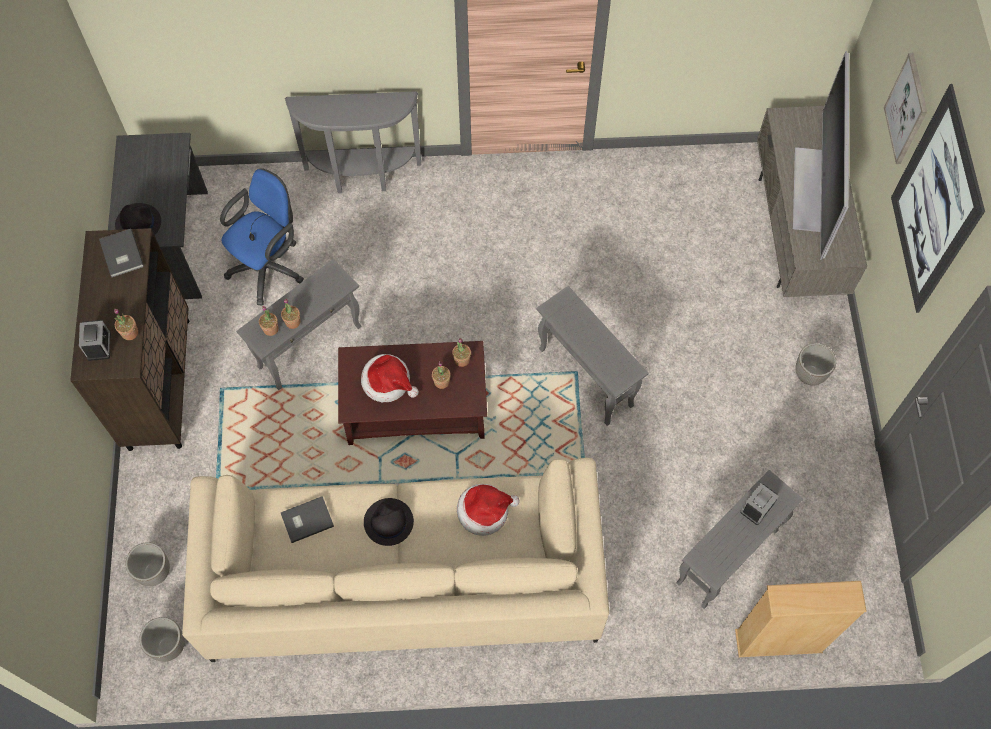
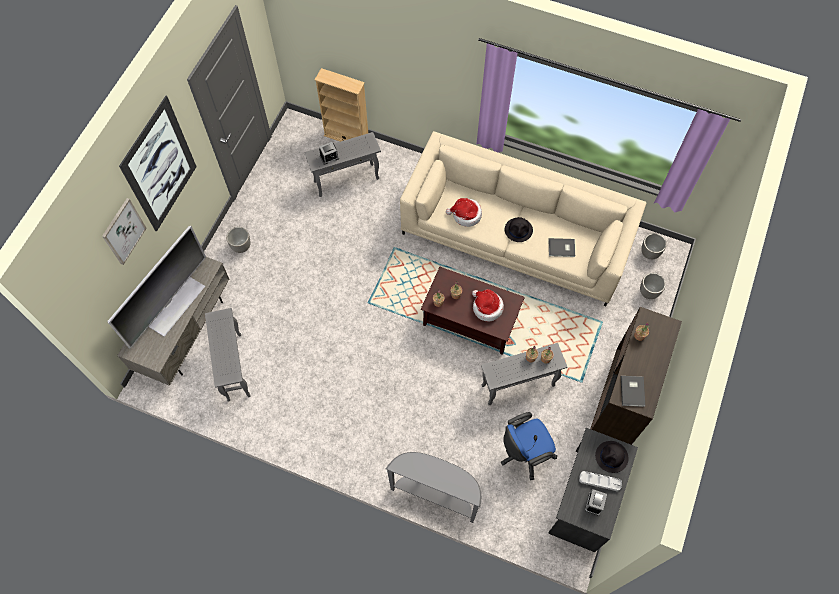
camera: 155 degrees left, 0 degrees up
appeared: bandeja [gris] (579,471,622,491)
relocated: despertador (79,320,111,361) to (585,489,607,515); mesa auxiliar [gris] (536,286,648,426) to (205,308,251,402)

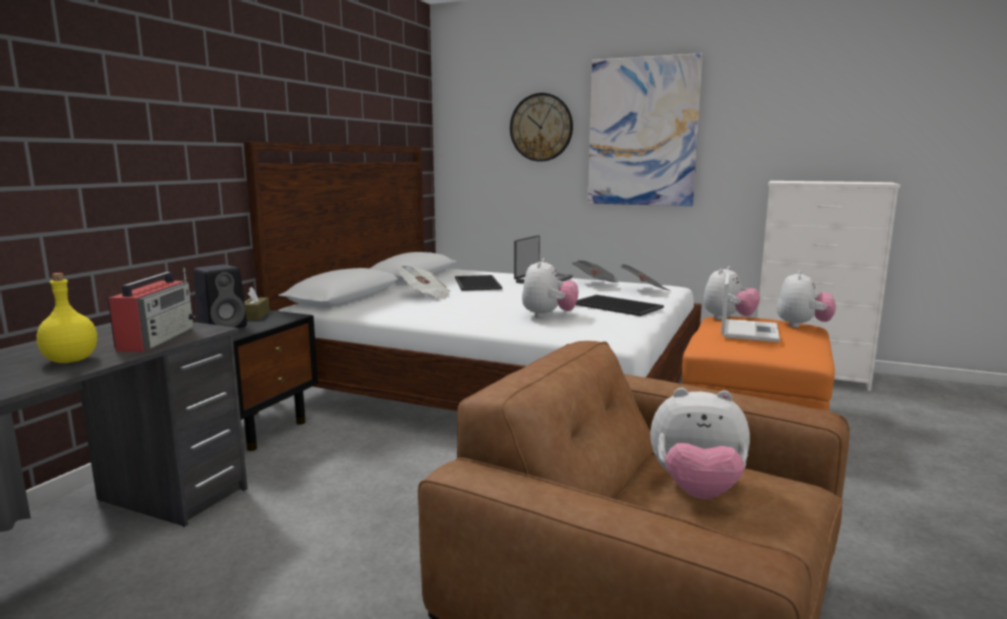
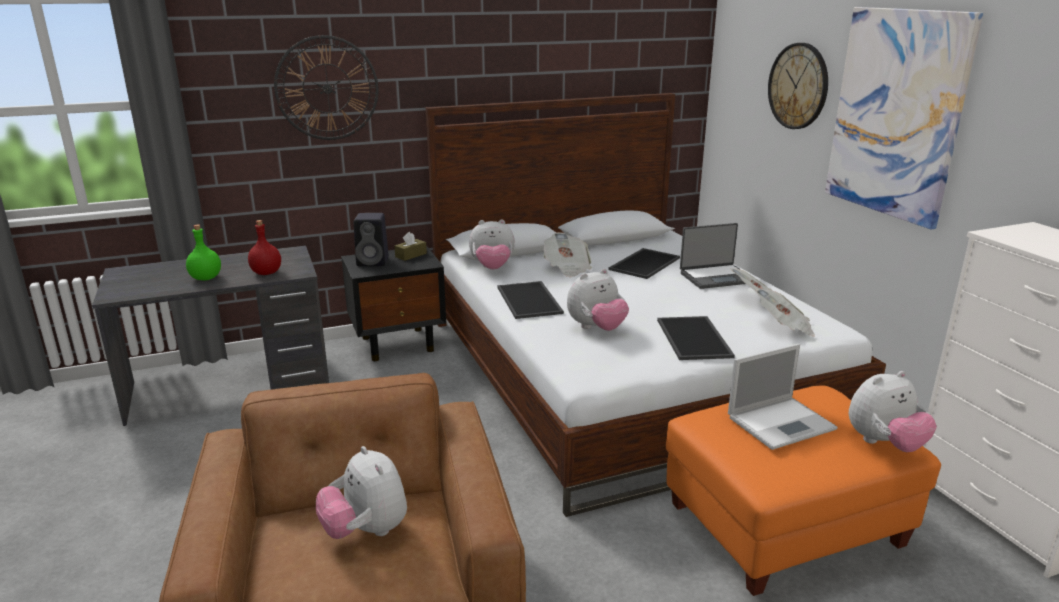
camera: 45 degrees right, 10 degrees up
appeared: reloj de pared (274,35,379,140); bandeja (497,281,564,319)
relocated: peluche (703,266,760,320) to (469,220,515,270)
exchanged: radio (108,268,195,352) to botella [rojo] (248,220,281,275)
colour: botella [amarillo] (36,273,97,363) to botella [verde] (186,224,221,280)

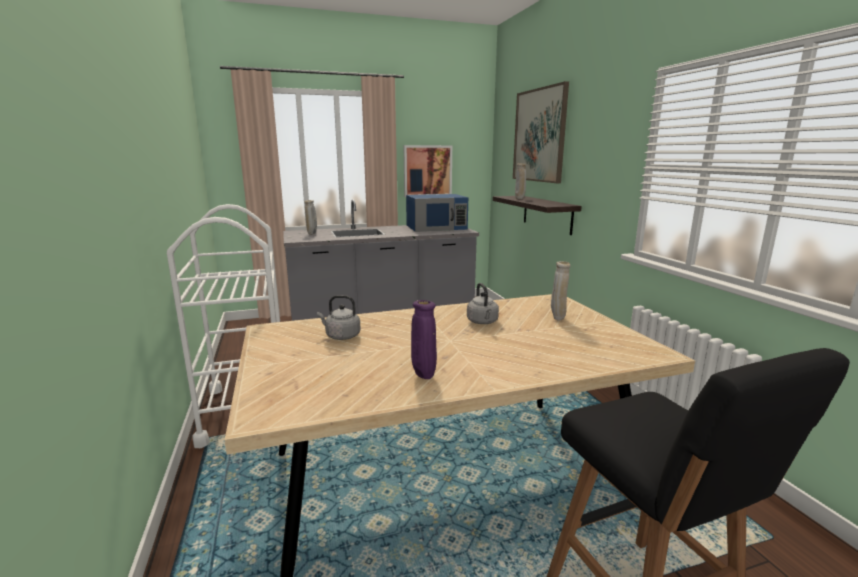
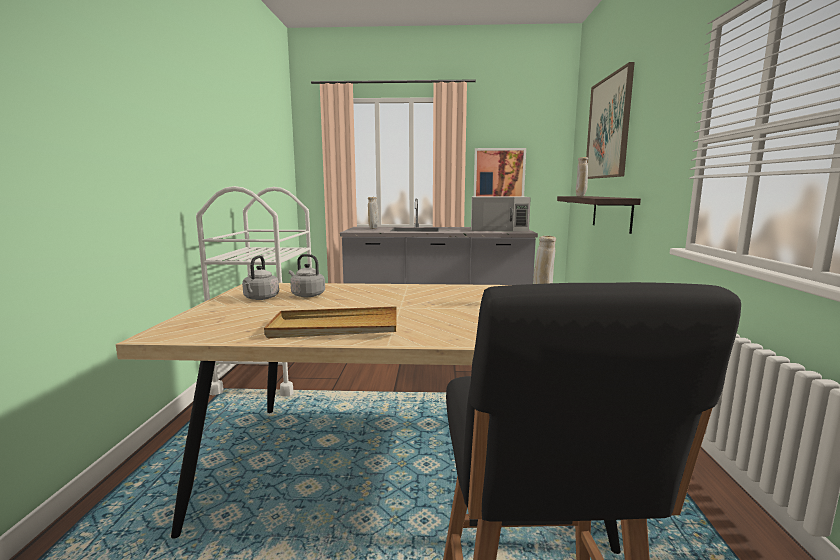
camera: 20 degrees right, 5 degrees down
relocated: hervidor [gris] (467,283,499,324) to (242,255,279,300)
exchanged: florero [morado] (411,300,437,379) to bandeja [beis] (264,306,397,338)
colour: microondas [azul] (406,194,468,232) to microondas [blanco] (471,196,531,231)

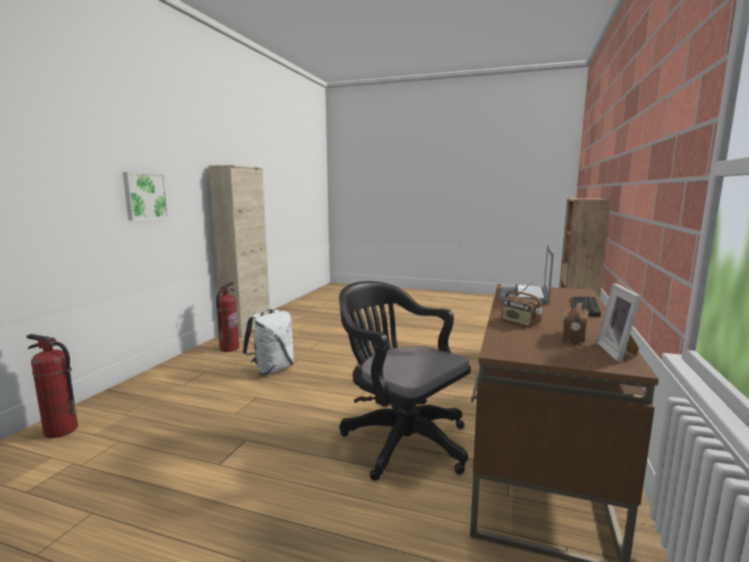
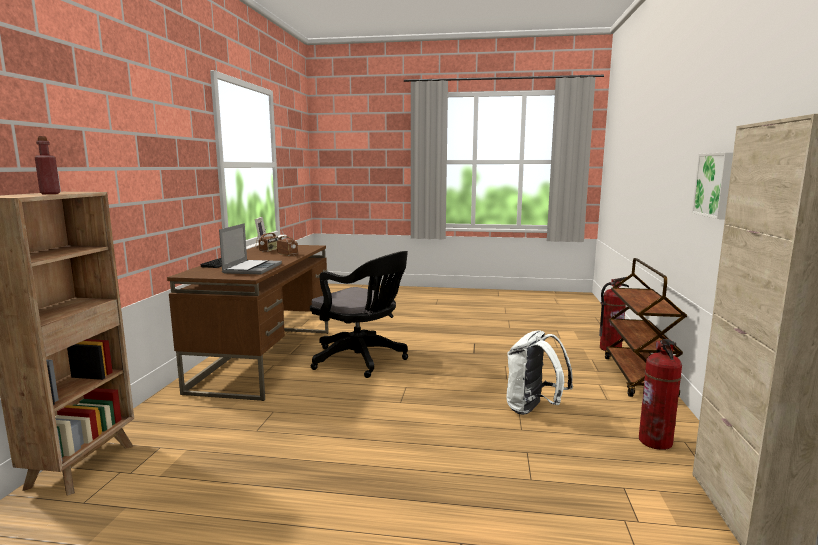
camera: 170 degrees right, 0 degrees up
appeared: botella [rojo] (35,136,60,194); carrito [marrón] (605,258,687,397)

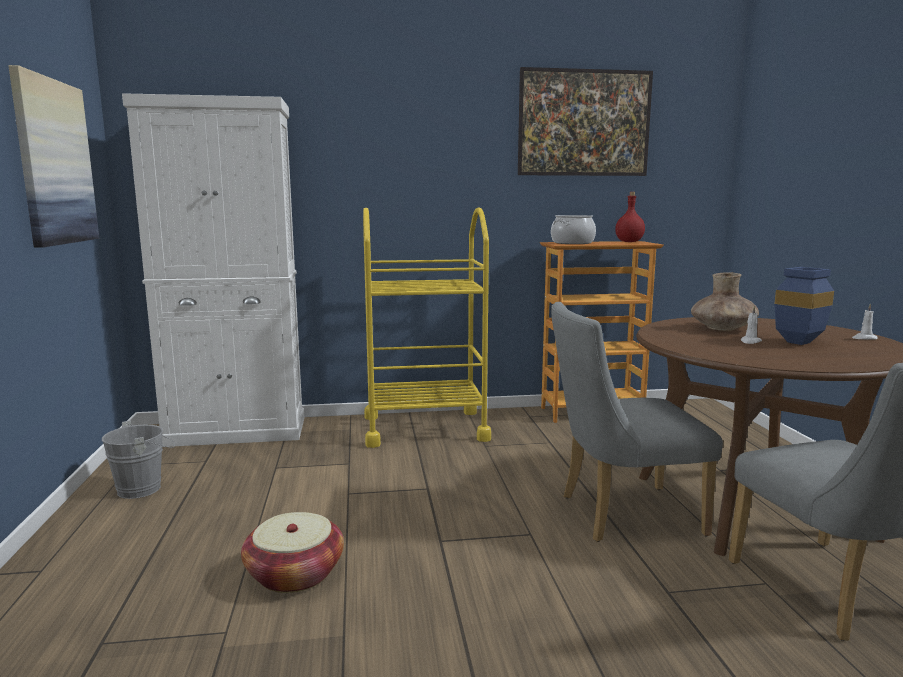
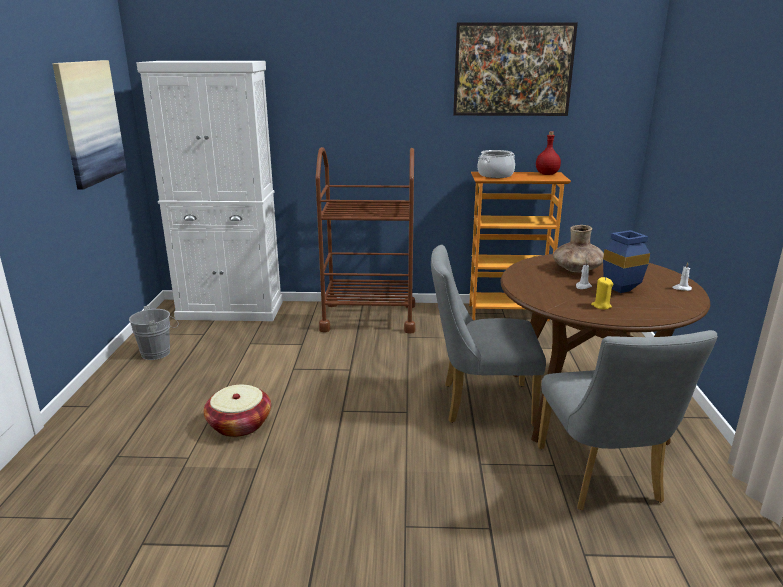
camera: 10 degrees right, 10 degrees up
appeared: vela [amarillo] (591,277,613,309)
colour: carrito [amarillo] (363,207,491,448) to carrito [marrón] (316,147,416,334)

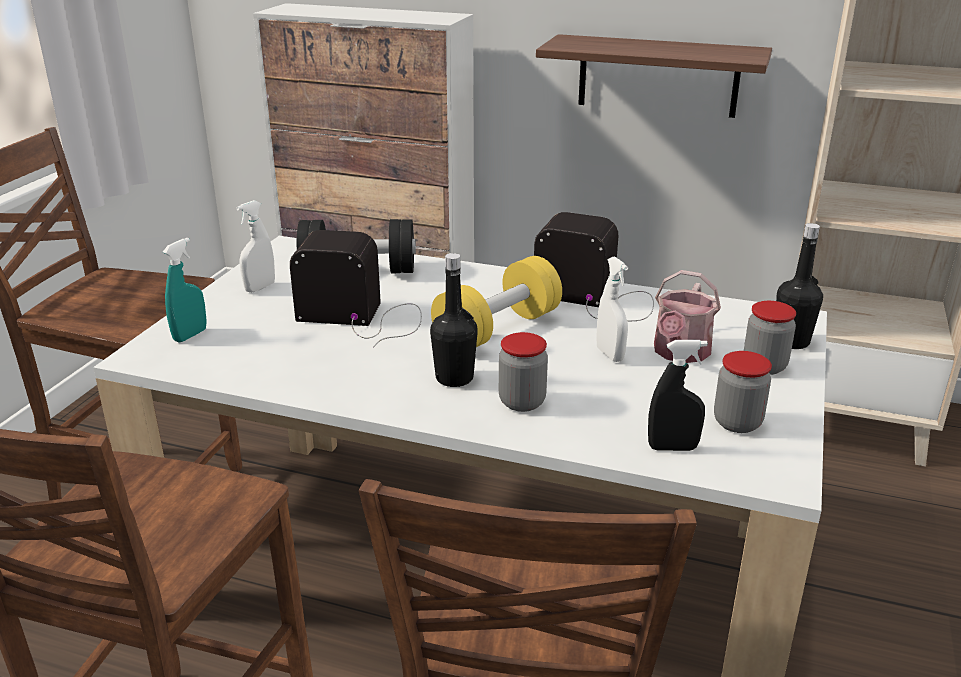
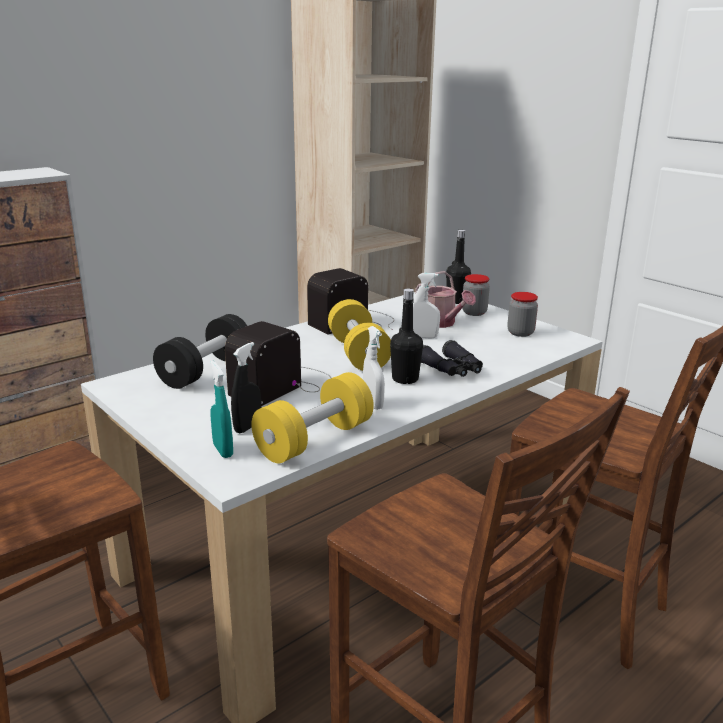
camera: 60 degrees left, 5 degrees down
missing: estante (536,34,772,118)
appeared: mancuerna [amarillo] (251,372,374,463)
relocated: pulverizador [blanco] (236,200,275,293) to (363,326,385,410); pulverizador [negro] (648,340,707,451) to (231,342,261,434)
exchanged: tarro (499,332,548,412) to prismáticos [negro] (421,340,483,377)

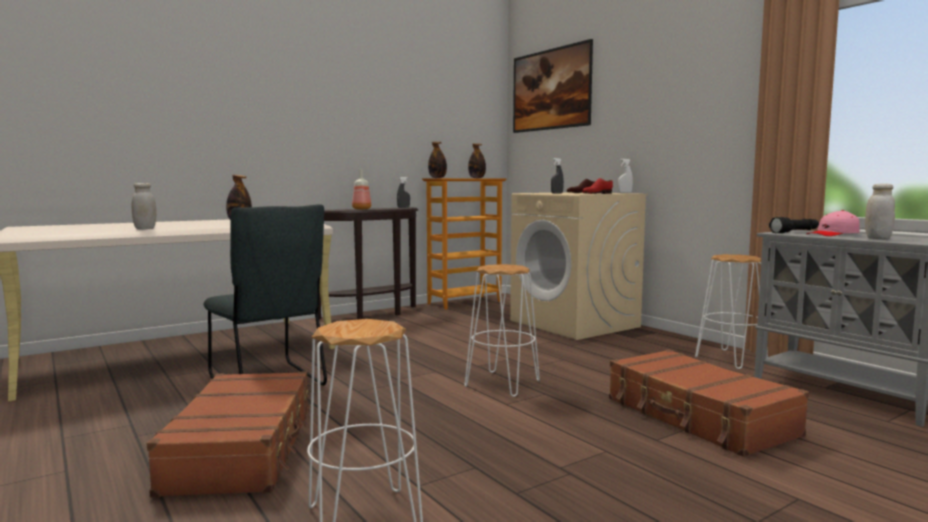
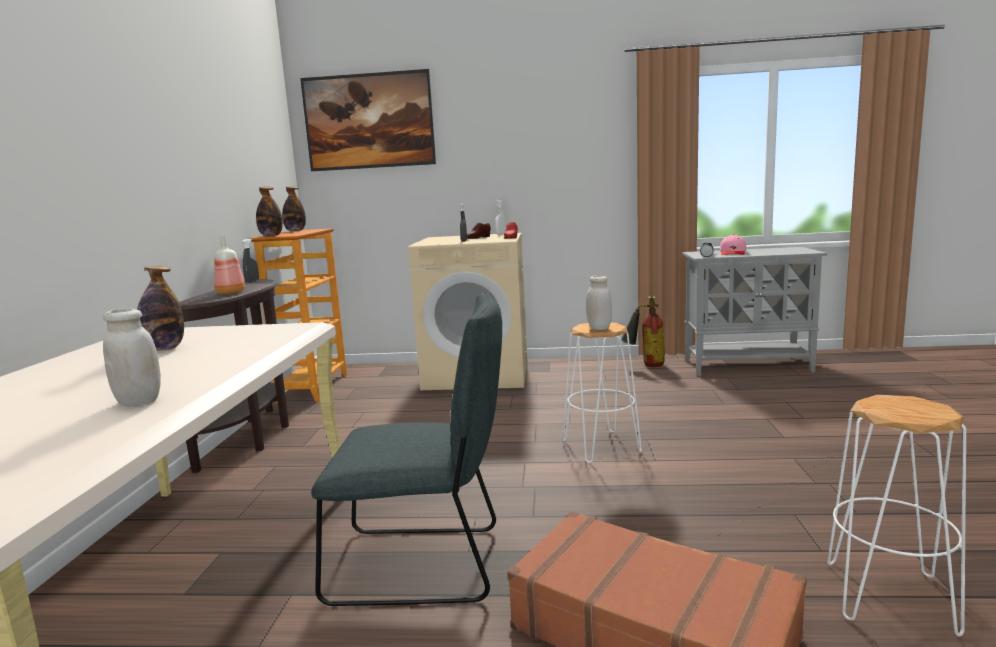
camera: 50 degrees left, 5 degrees up
missing: maleta [marrón] (609,349,809,457)
relocated: tarro [blanco] (865,184,895,239) to (586,275,612,330)
exchanged: taburete [blanco] (695,254,768,369) to extintor (621,296,665,367)

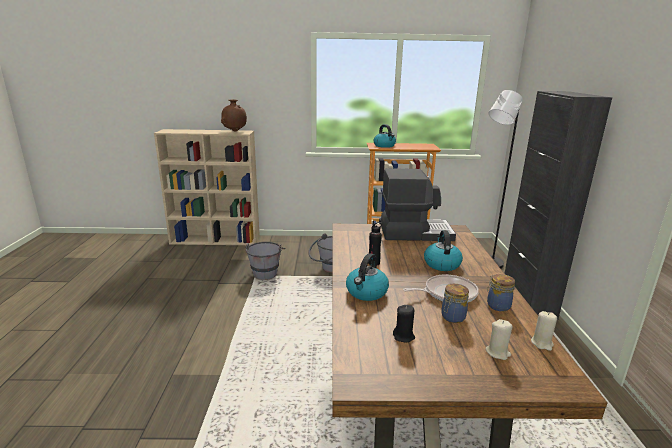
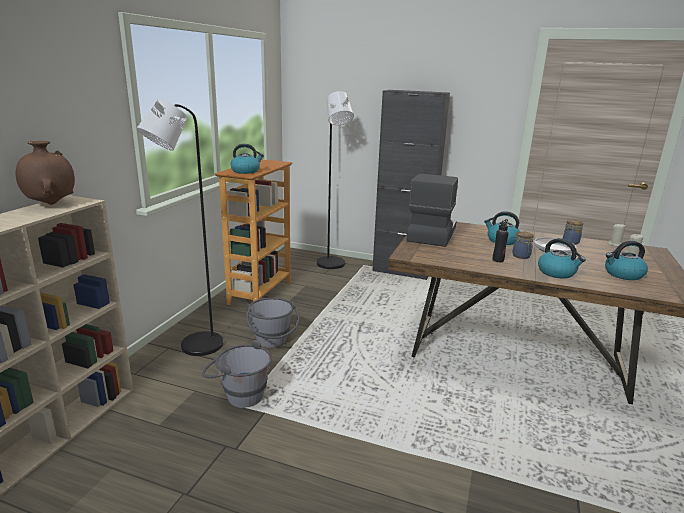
camera: 70 degrees left, 0 degrees up
appeared: lámpara de pie [negro] (137,99,223,356)
relocated: tarro (441,284,469,323) to (512,231,534,259)
exchanged: vela [negro] (393,305,415,343) to hervidor (605,241,648,280)

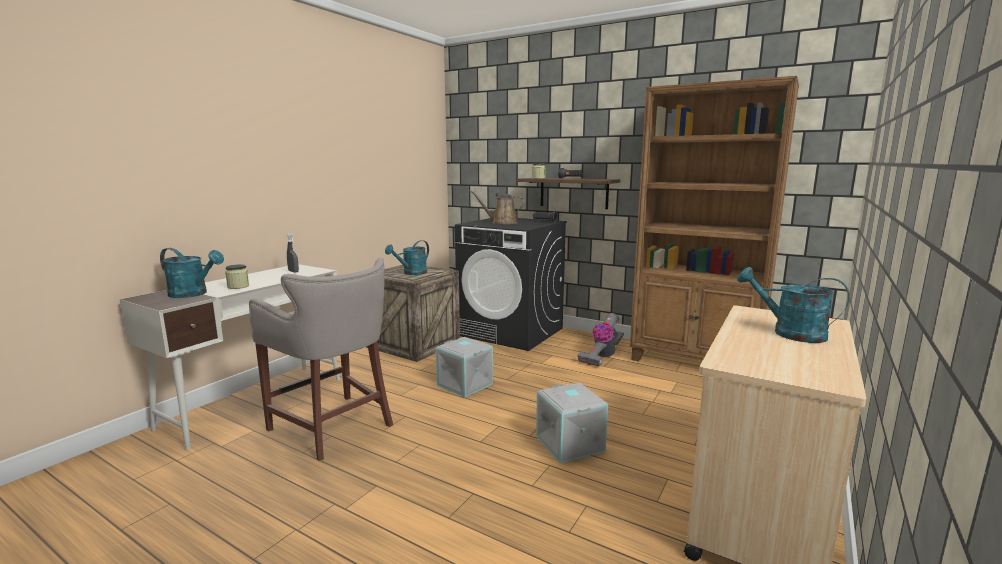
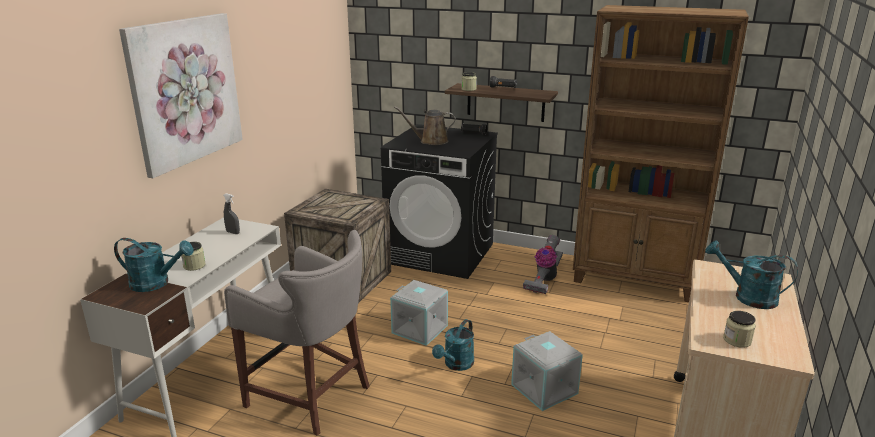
camera: 10 degrees left, 10 degrees up
appeared: cuadro (119,13,243,178); tarro (723,311,756,348)
relocated: regadera [turquesa] (385,240,429,275) to (432,319,474,371)

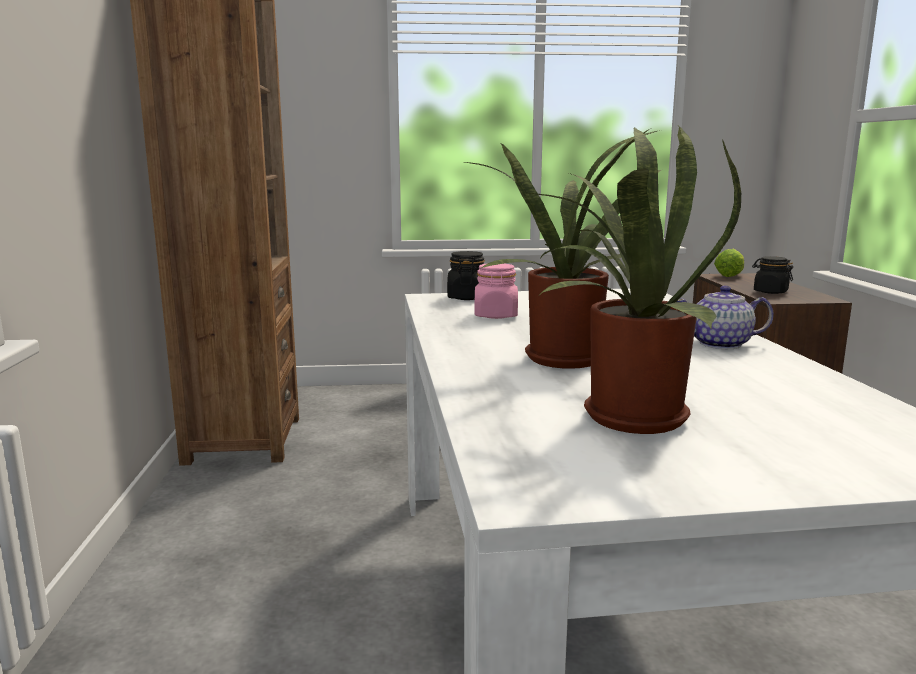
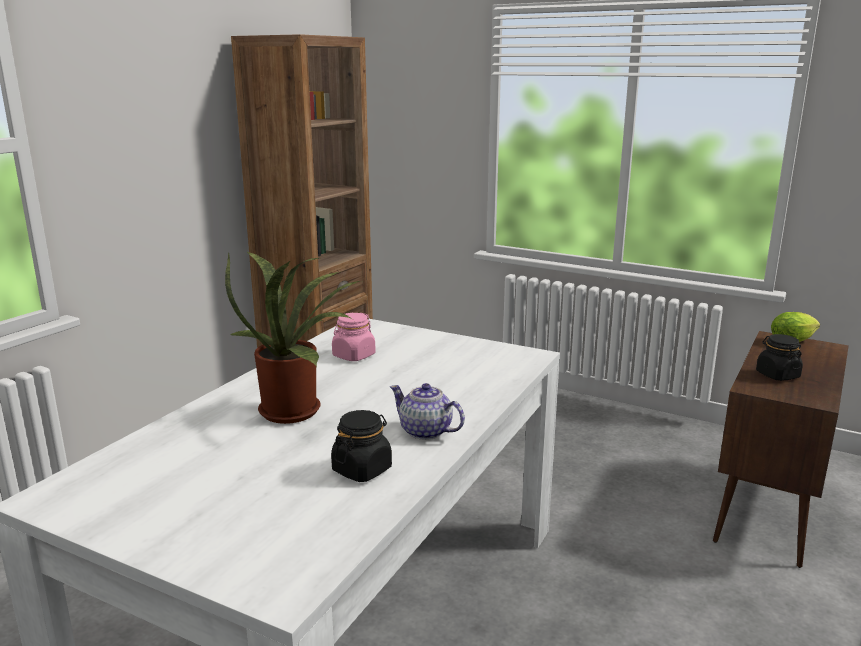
camera: 35 degrees right, 5 degrees up
missing: planta en maceta (529,126,741,434)
relocated: tarro [negro] (447,251,485,300) to (331,410,392,482)

